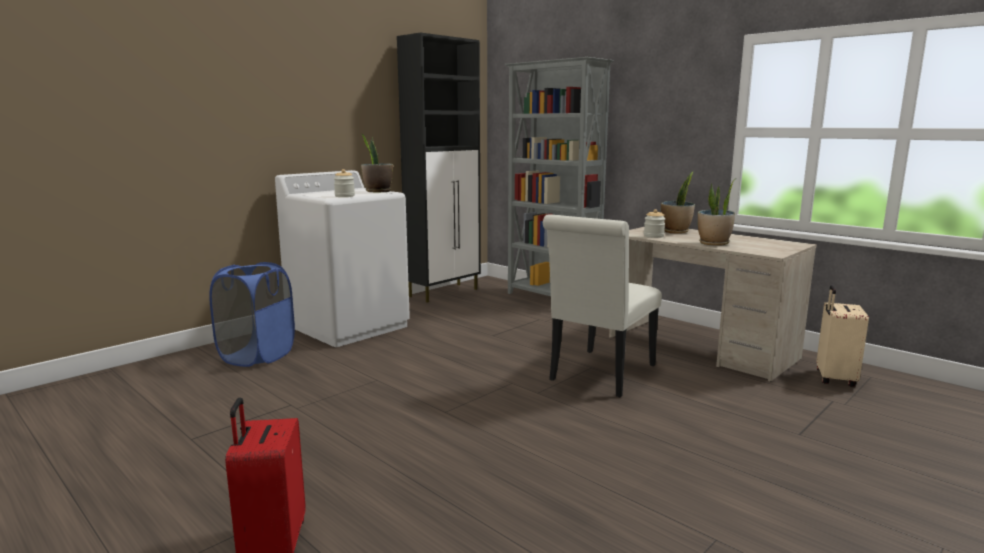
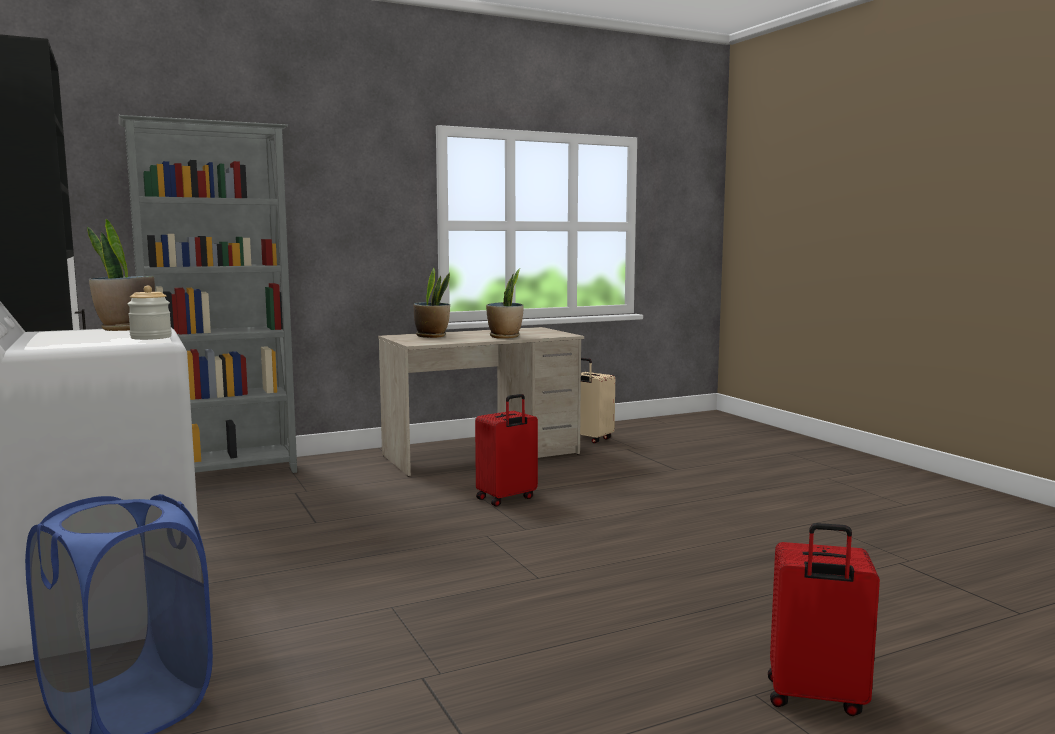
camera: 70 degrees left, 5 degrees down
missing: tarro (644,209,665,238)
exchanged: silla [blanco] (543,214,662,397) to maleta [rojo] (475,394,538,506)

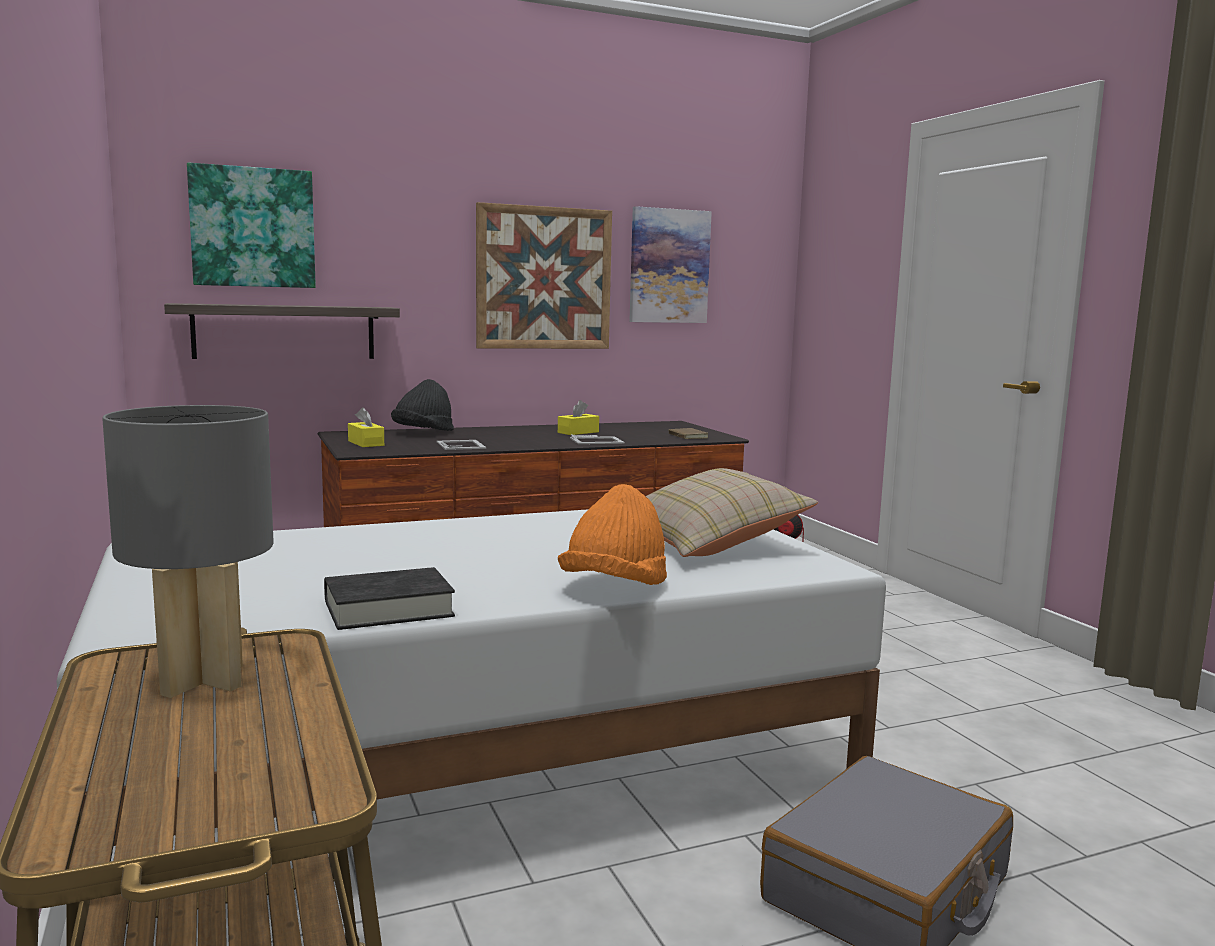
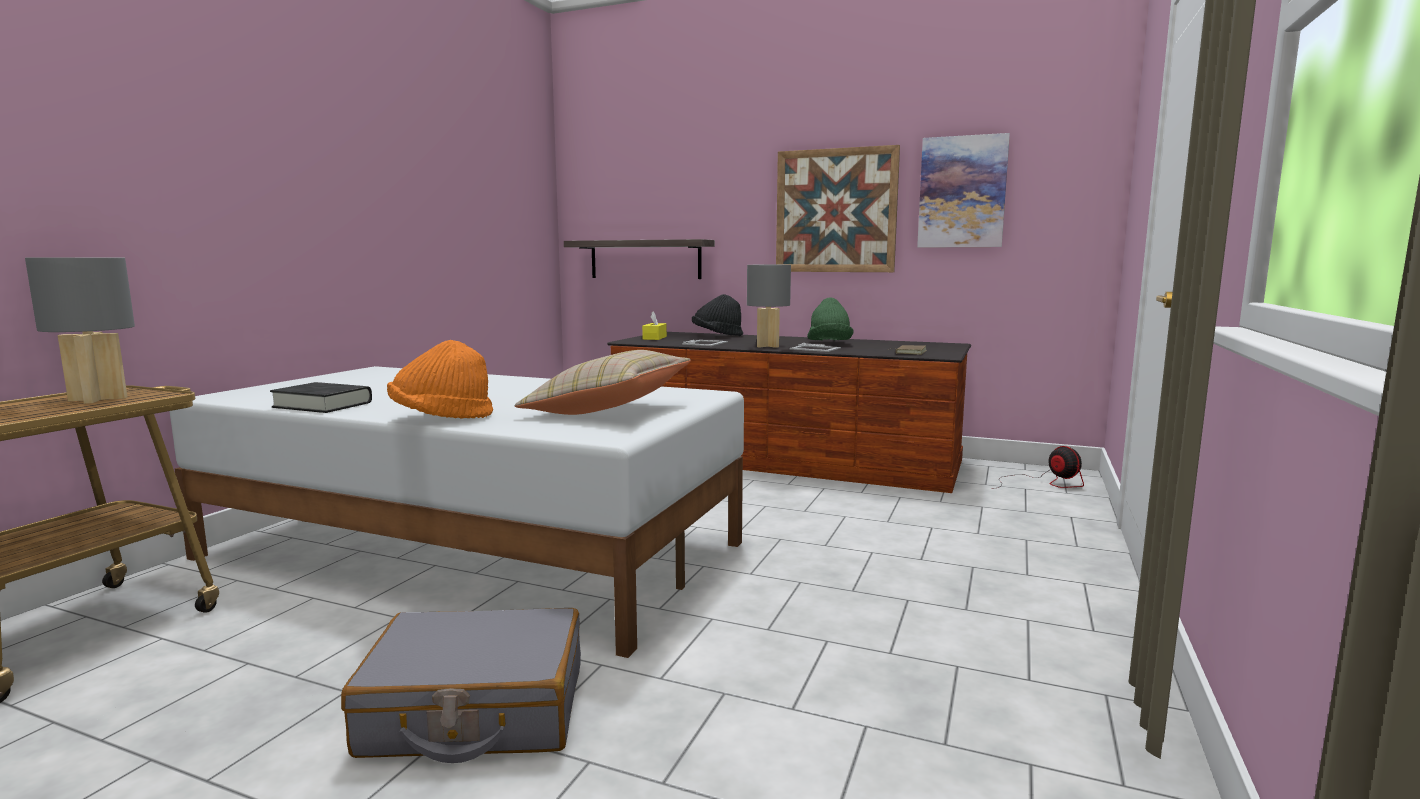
camera: 45 degrees right, 0 degrees up
missing: cuadro (187,163,316,288)
appeared: lámpara de mesa [gris] (747,265,791,348)
exchanged: caja de pañuelos [amarillo] (558,400,599,435) to sombrero [verde] (807,297,854,341)

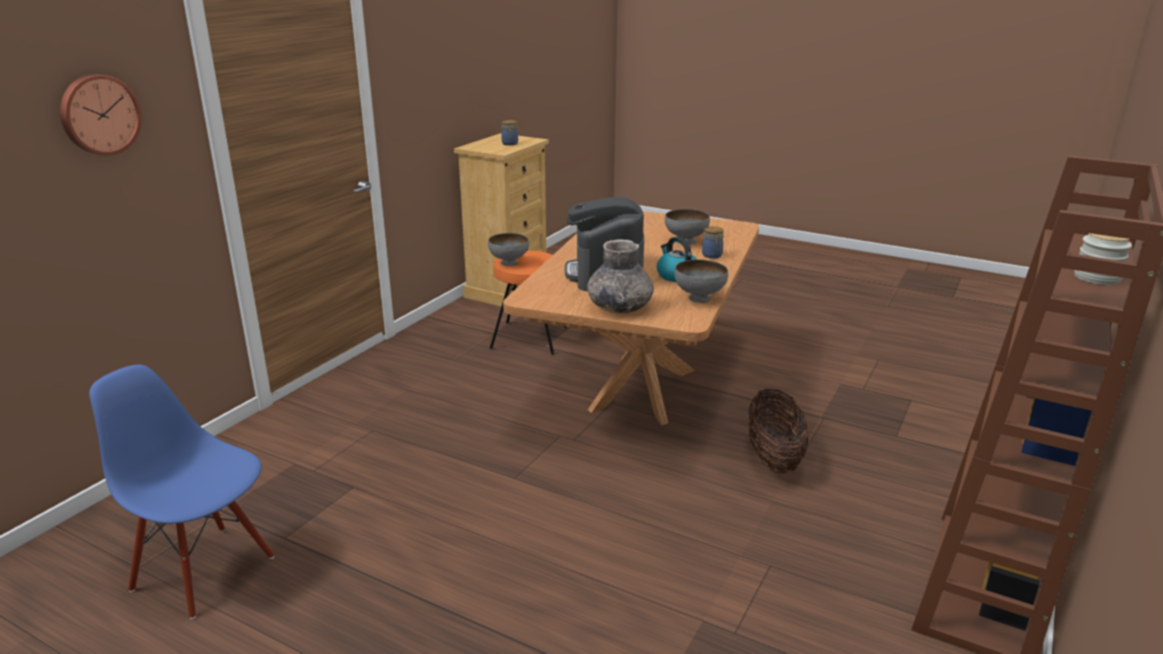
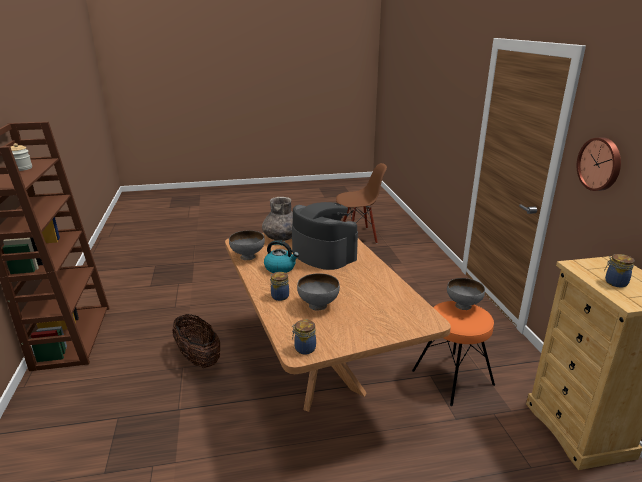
camera: 140 degrees right, 0 degrees up
appeared: tarro (292,320,316,354)
relocated: reloj de pared (60,74,141,155) to (577,137,621,191)
colour: silla [azul] (89,365,274,619) to silla [marrón] (336,163,387,244)

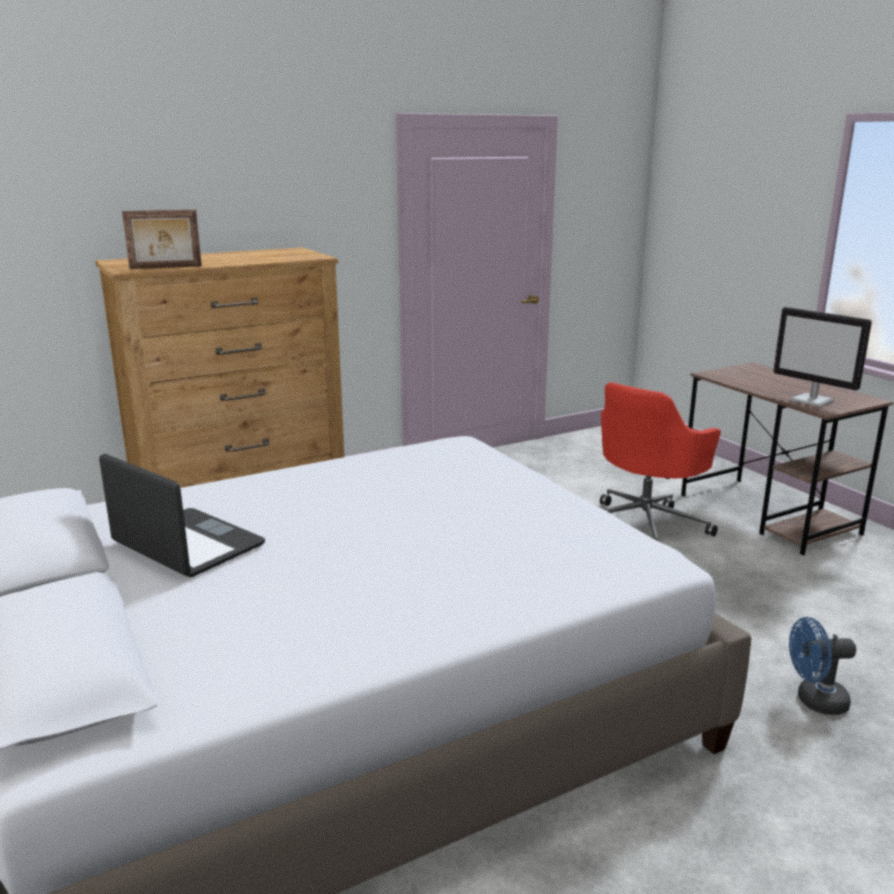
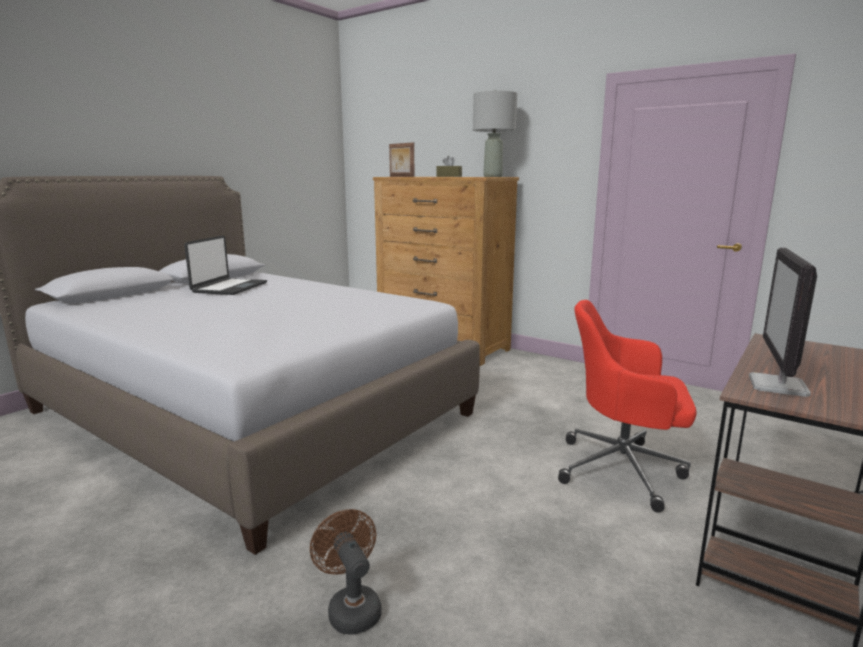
camera: 65 degrees right, 5 degrees down
appeared: caja de pañuelos [marrón] (437,156,462,177); lámpara de mesa [gris] (473,90,517,177)
colour: ventilador [azul] (789,617,856,715) to ventilador [marrón] (310,509,381,635)

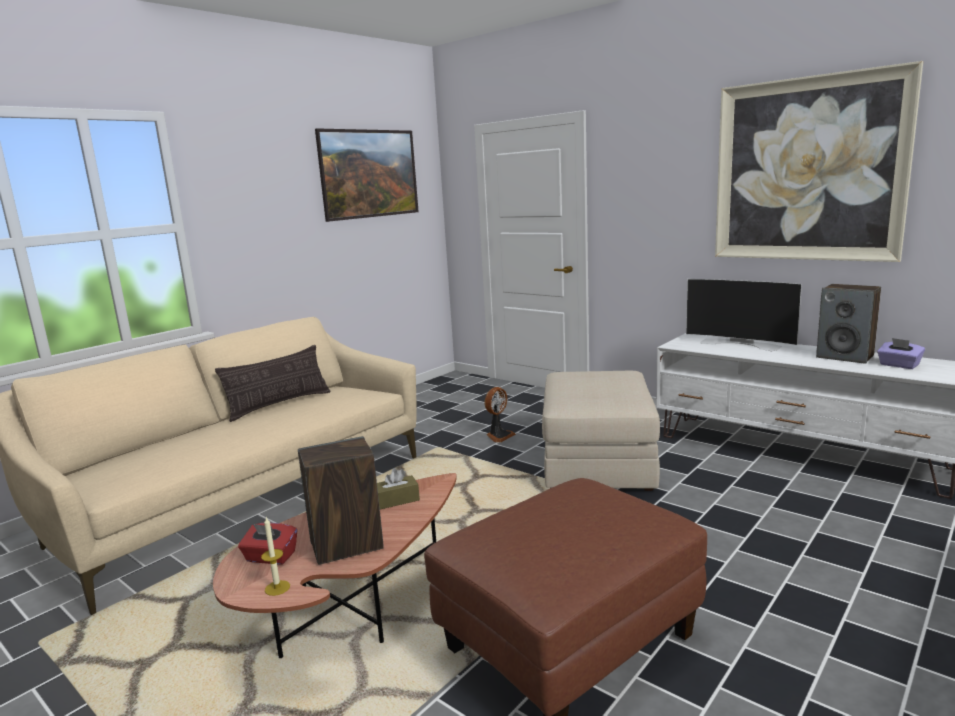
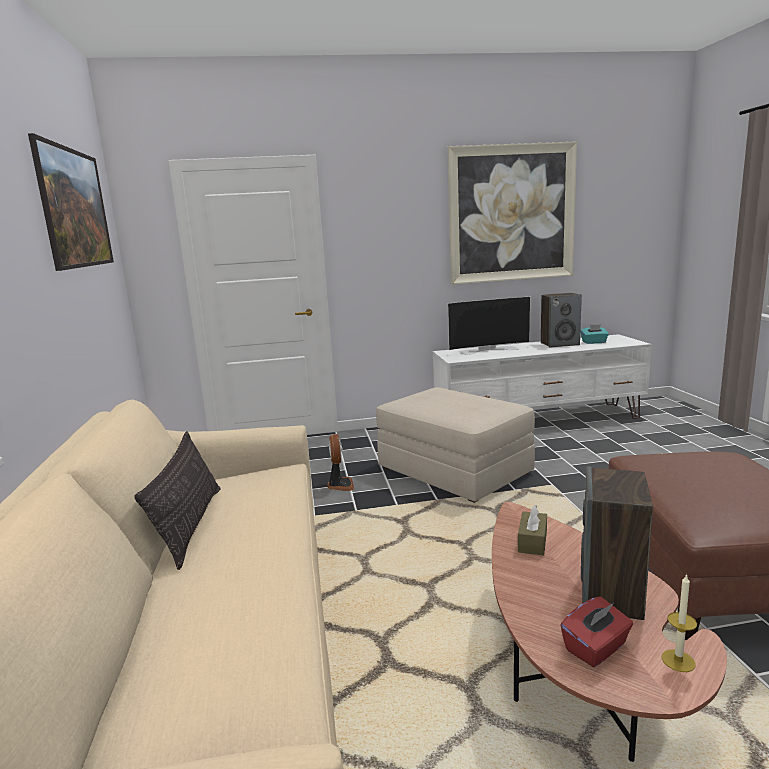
camera: 50 degrees left, 0 degrees up
colour: caja de pañuelos [morado] (877,338,925,369) to caja de pañuelos [turquesa] (580,324,609,344)

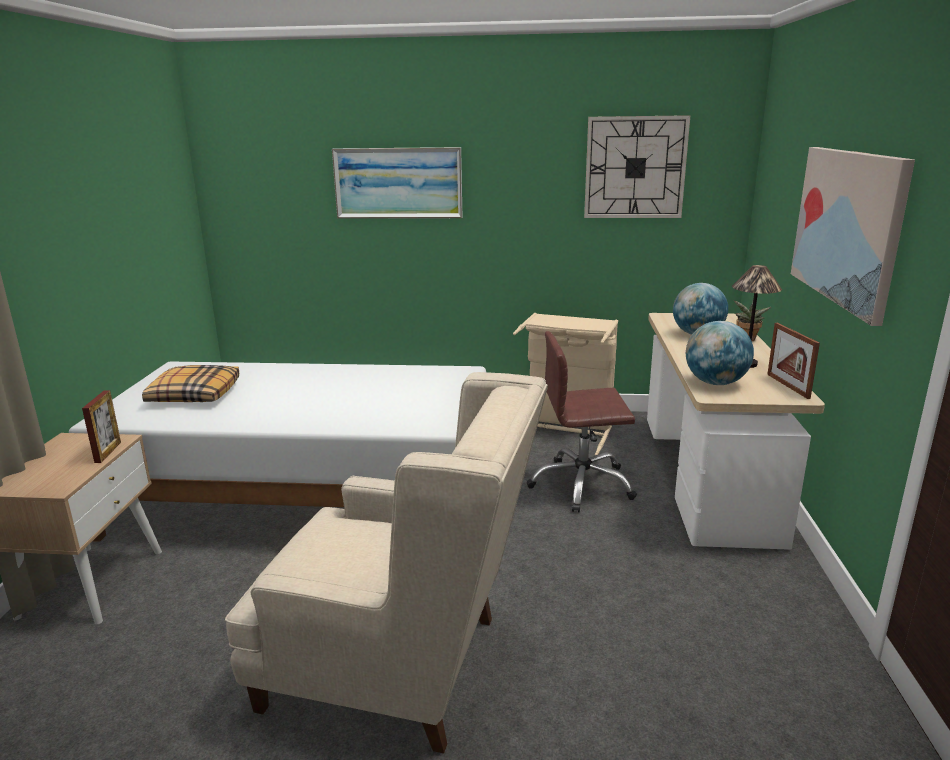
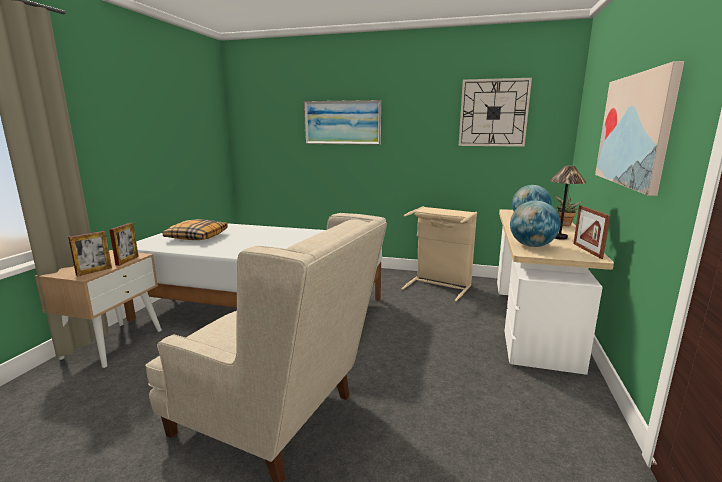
camera: 10 degrees right, 5 degrees down
missing: silla de oficina [marrón] (527,331,637,512)
appeared: portarretratos (68,231,112,276)

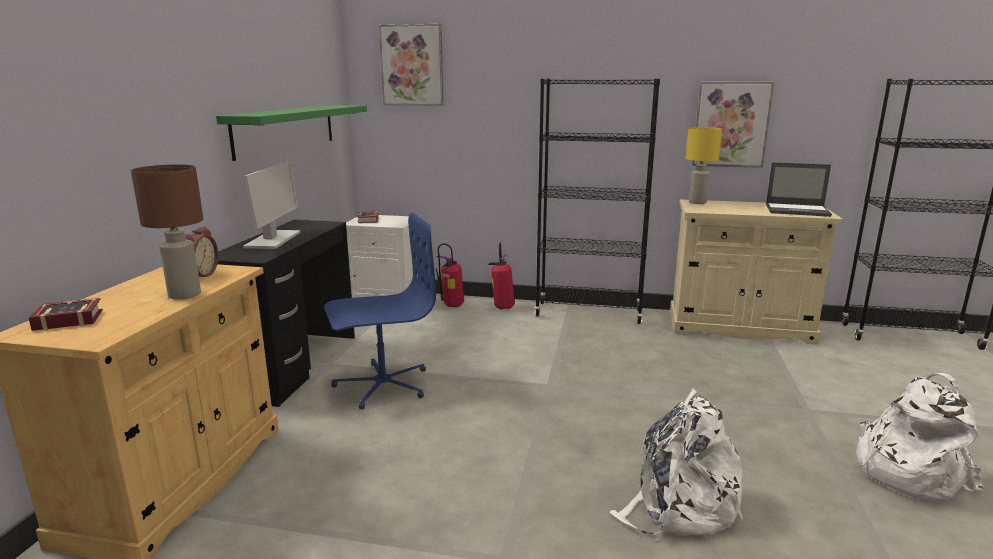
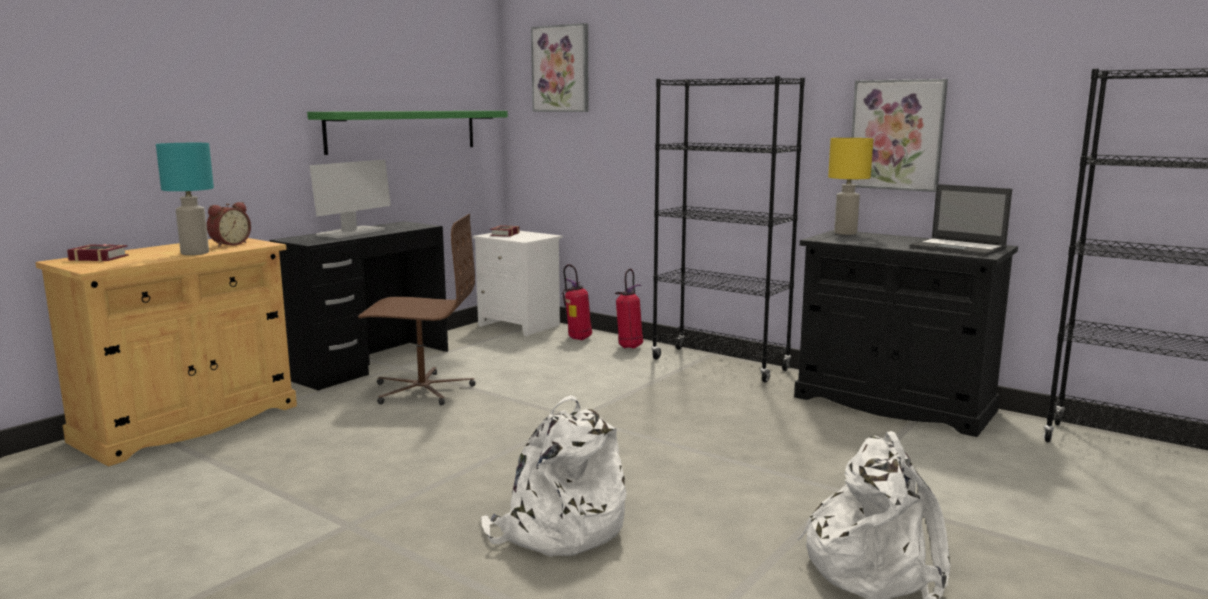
camera: 25 degrees right, 5 degrees down
colour: lámpara de mesa [marrón] (131,164,203,299) to lámpara de mesa [turquesa] (156,143,214,255); silla de oficina [azul] (324,212,436,410) to silla de oficina [marrón] (358,214,476,405); armario [beis] (670,199,843,345) to armario [negro] (794,230,1018,437)

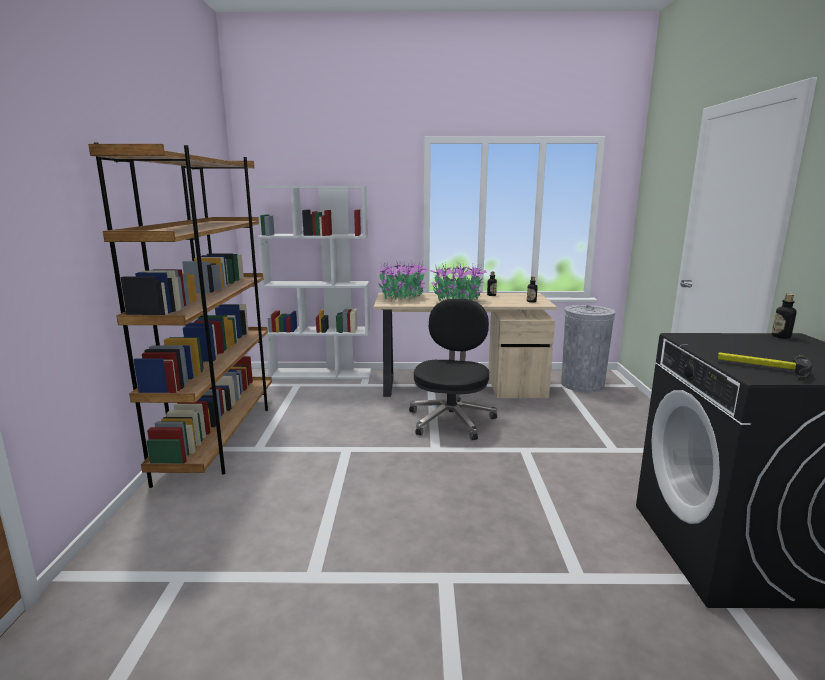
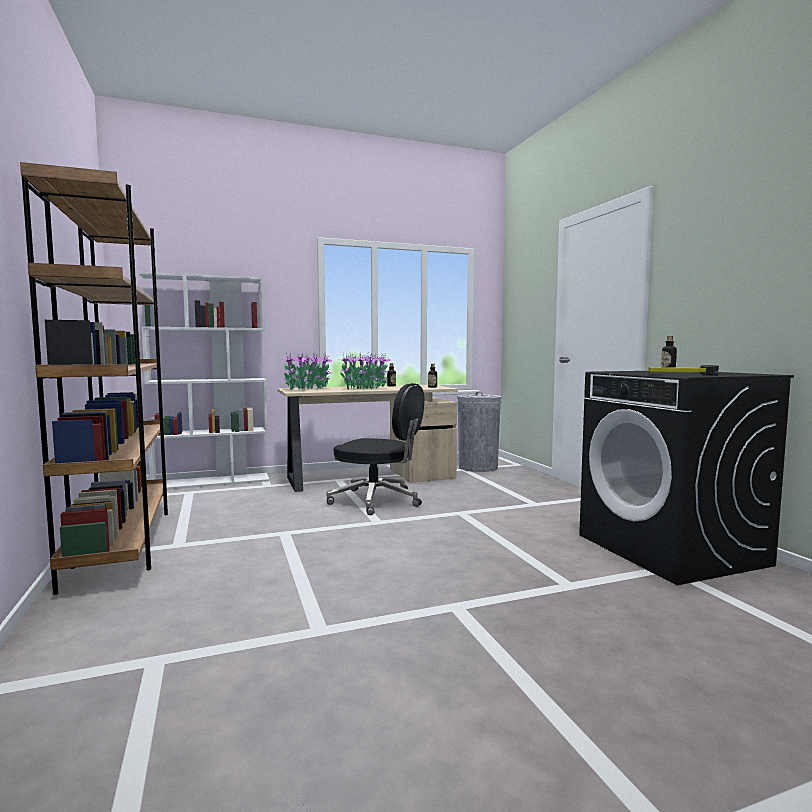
camera: 20 degrees left, 10 degrees down
spun: silla de oficina [negro] (409,299,497,440) = (326,383,424,515) 120 degrees clockwise

